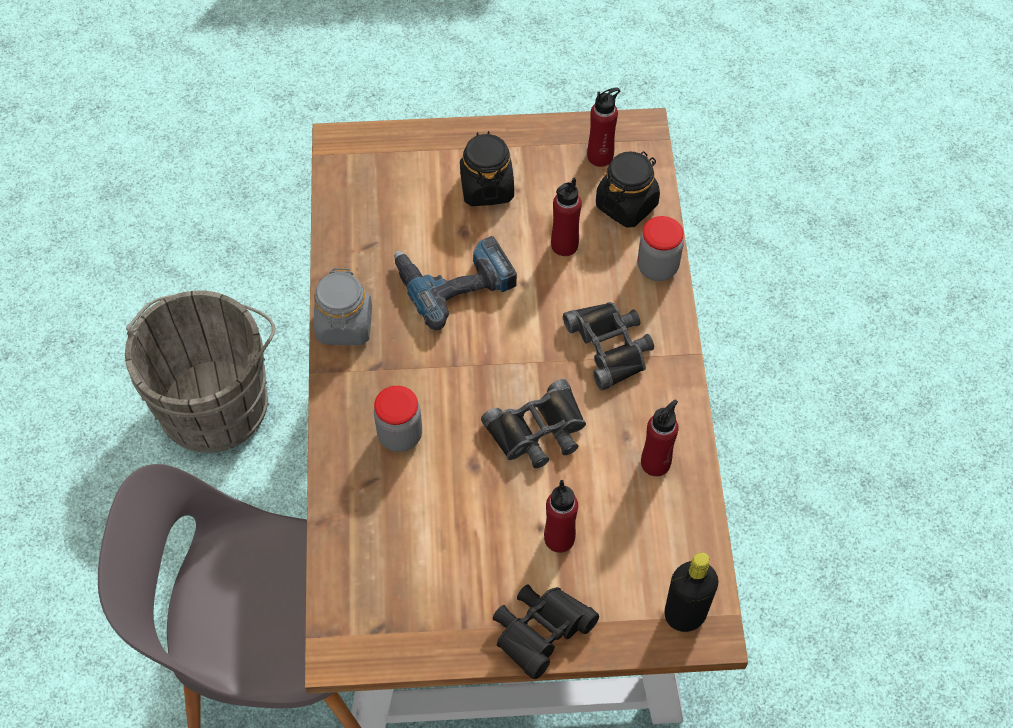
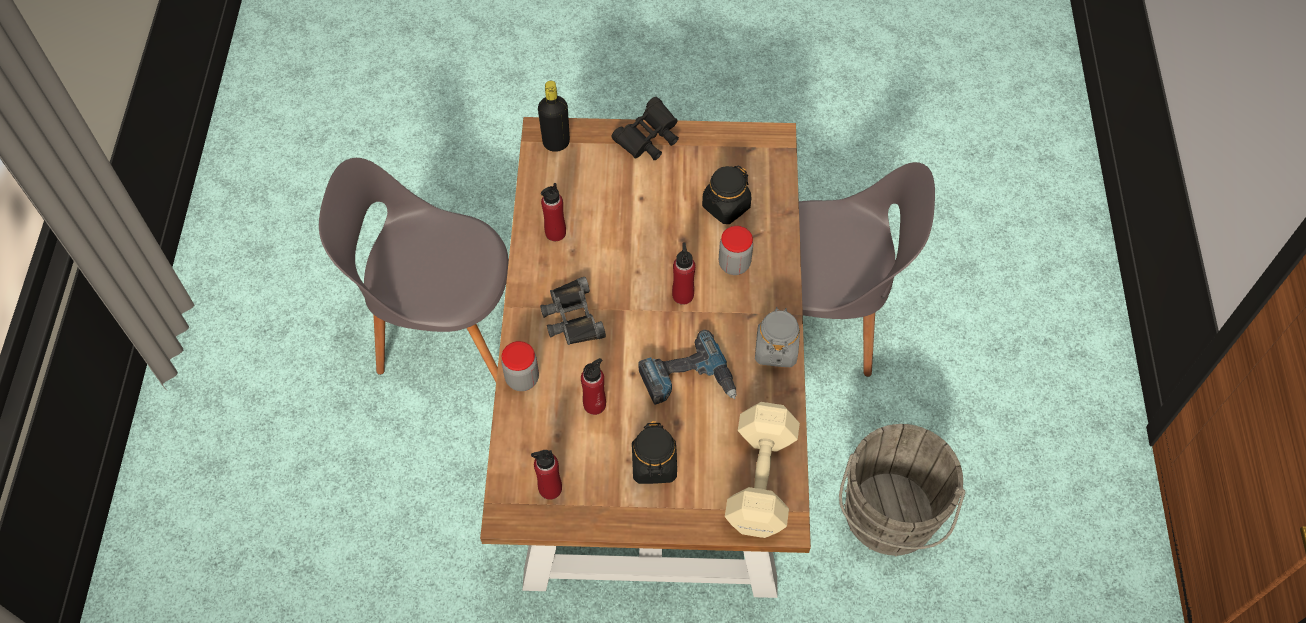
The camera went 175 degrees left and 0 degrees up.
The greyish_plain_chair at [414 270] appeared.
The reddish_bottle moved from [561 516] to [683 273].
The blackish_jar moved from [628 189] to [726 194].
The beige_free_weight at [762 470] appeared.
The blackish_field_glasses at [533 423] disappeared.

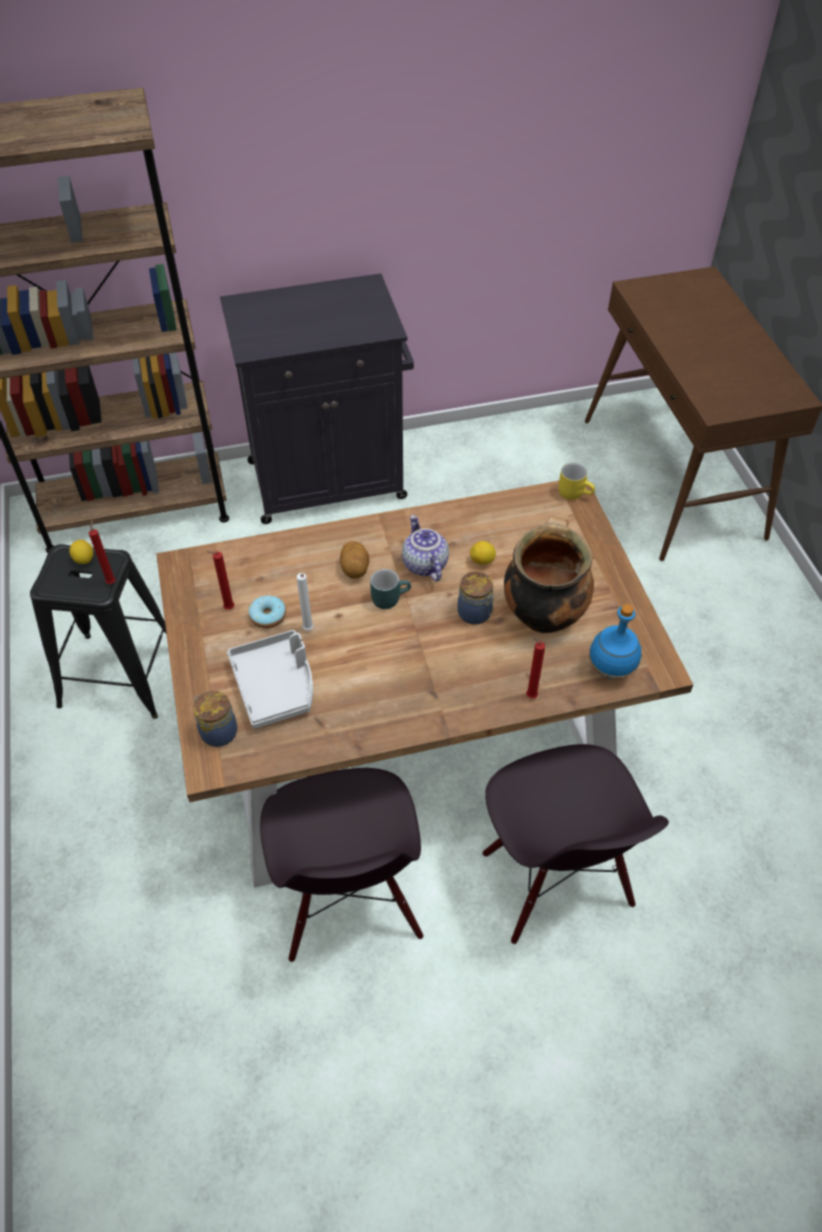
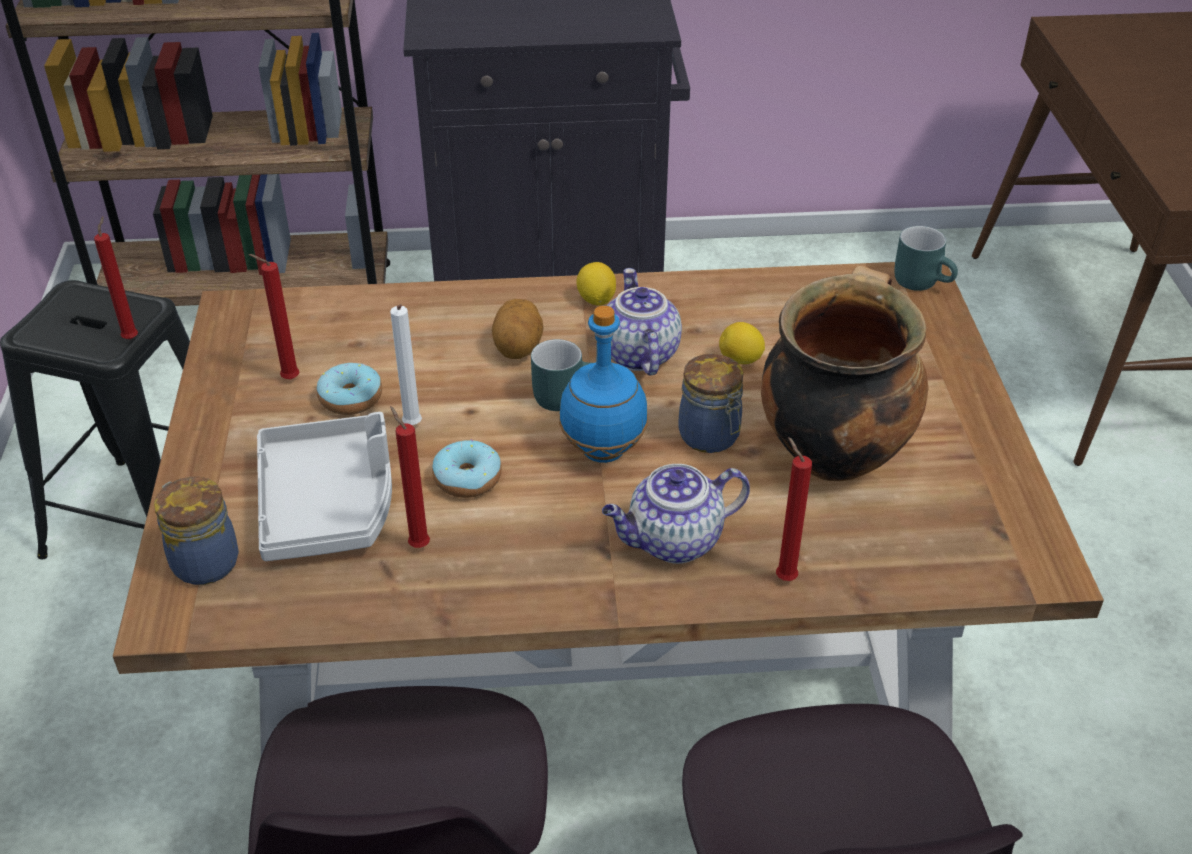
The camera went 10 degrees right and 10 degrees down.
The reddish_wax_candle at [410 477] appeared.
The ring_doughnut at [467 468] appeared.
The blue_bottle moved from [615 642] to [603 384].
The lemon moved from [81 552] to [596 284].
The tea_pot at [676 514] appeared.
The yellowish_coffee_mug at [577 481] became the blue-green_coffee_mug at [926 258].

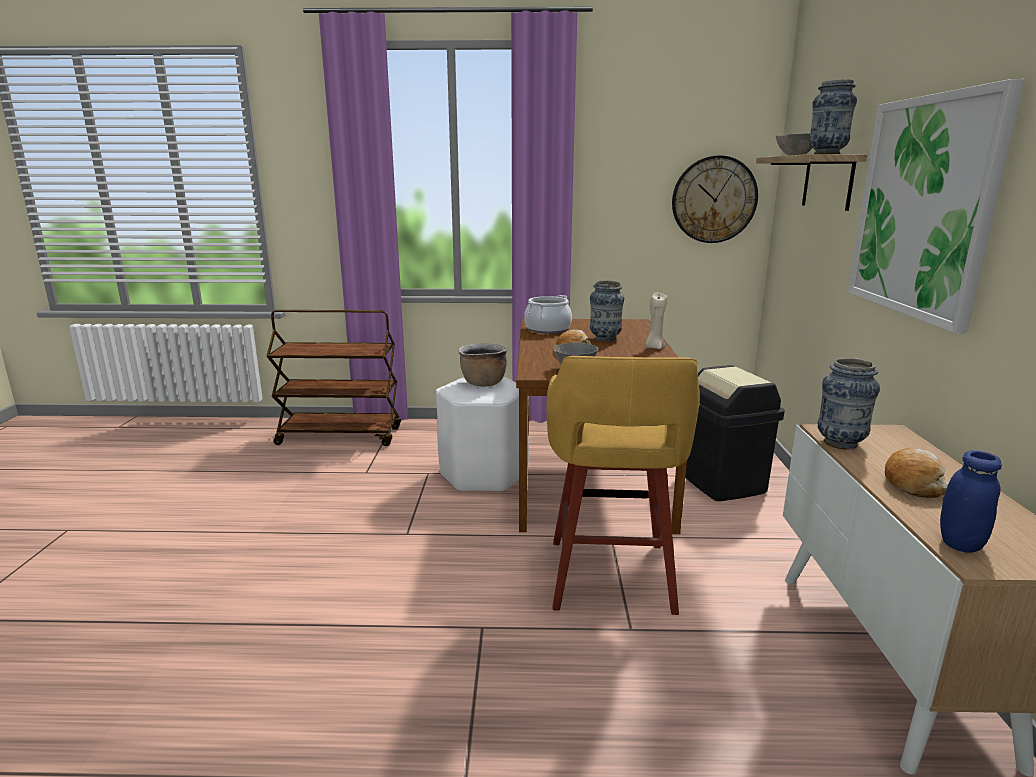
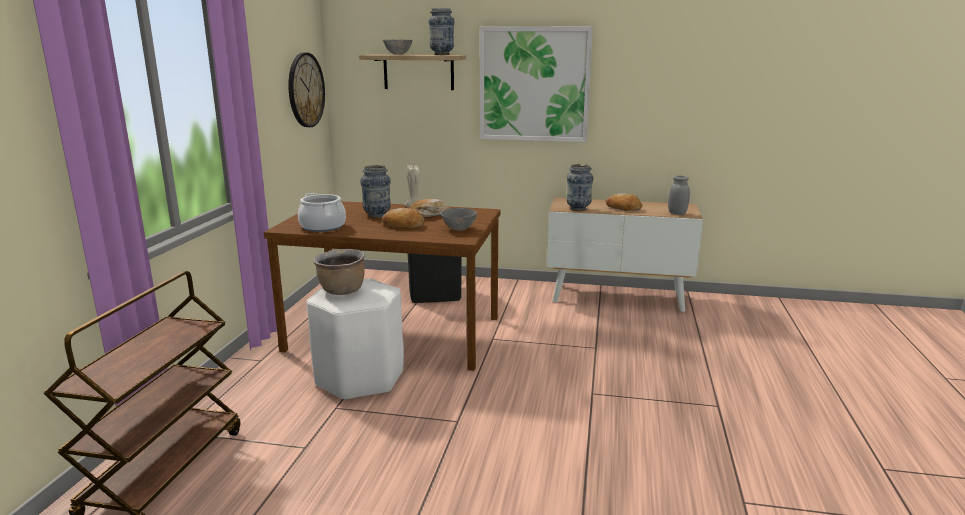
The camera went 80 degrees left and 0 degrees up.
The baked_bread at [430 208] appeared.
The blue_jar at [971 501] became the greyish_jar at [679 195].
The yellowish_sitting_stool at [623 485] disappeared.

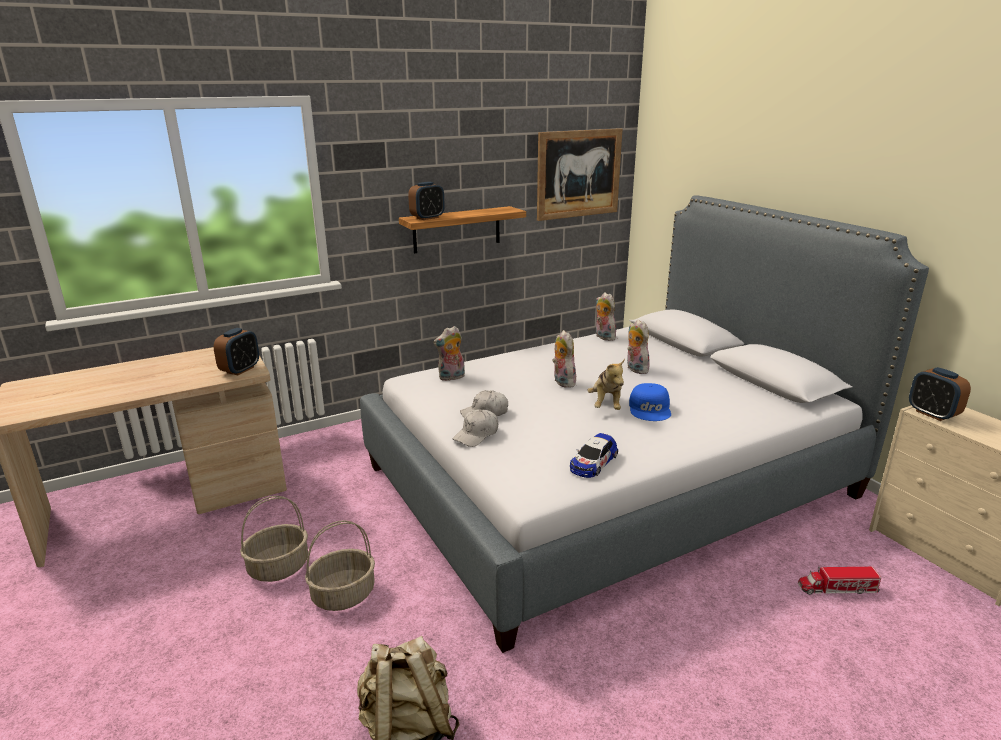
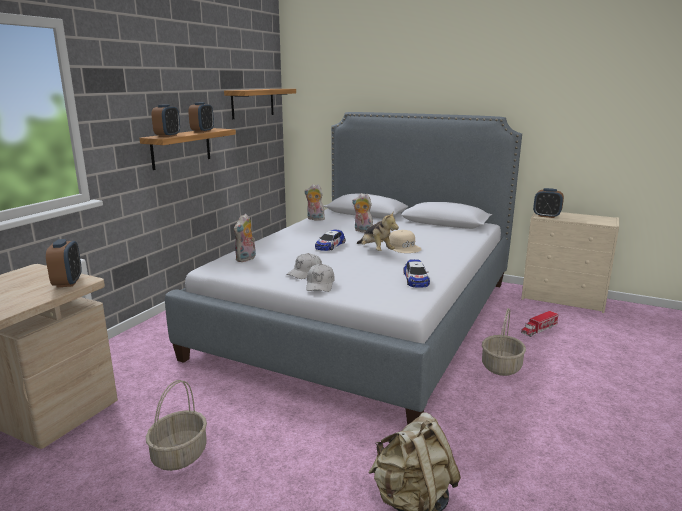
The camera went 35 degrees left and 5 degrees down.
The table_clock at [201 117] appeared.
The picture at [579 174] was replaced by the bracket_shelf at [260 104].
The cuddly_toy at [564 359] was replaced by the model_car at [330 240].
The blue_cap at [650 402] became the beige_cap at [405 241].
The storage_basket moved from [340 565] to [504 342].

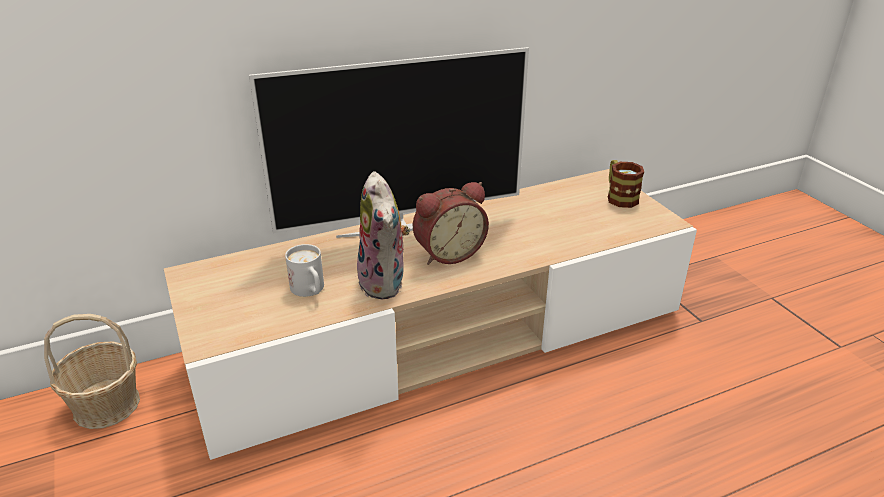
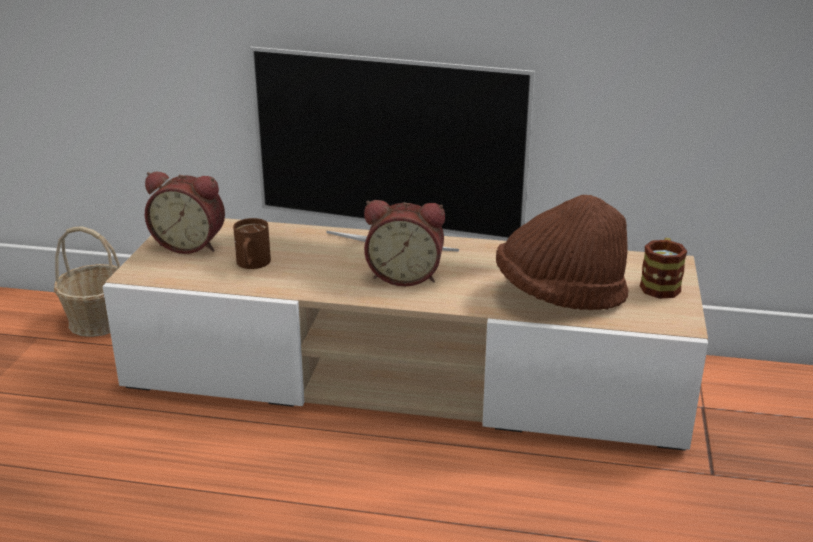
The camera went 35 degrees right and 5 degrees down.
The table_clock at [185 213] appeared.
The white-coloured_coffee_mug at [304 270] became the brownish_coffee_mug at [252 243].
The brownish_wearable_hat at [562 252] appeared.
The cuddly_toy at [383 235] disappeared.

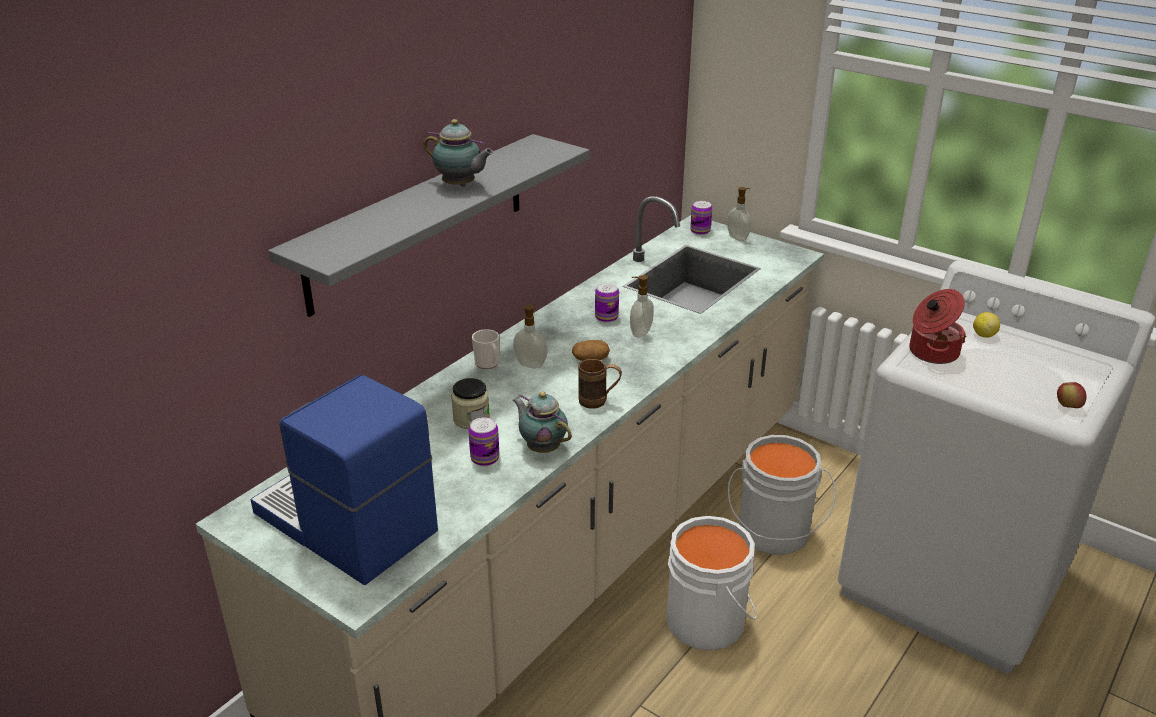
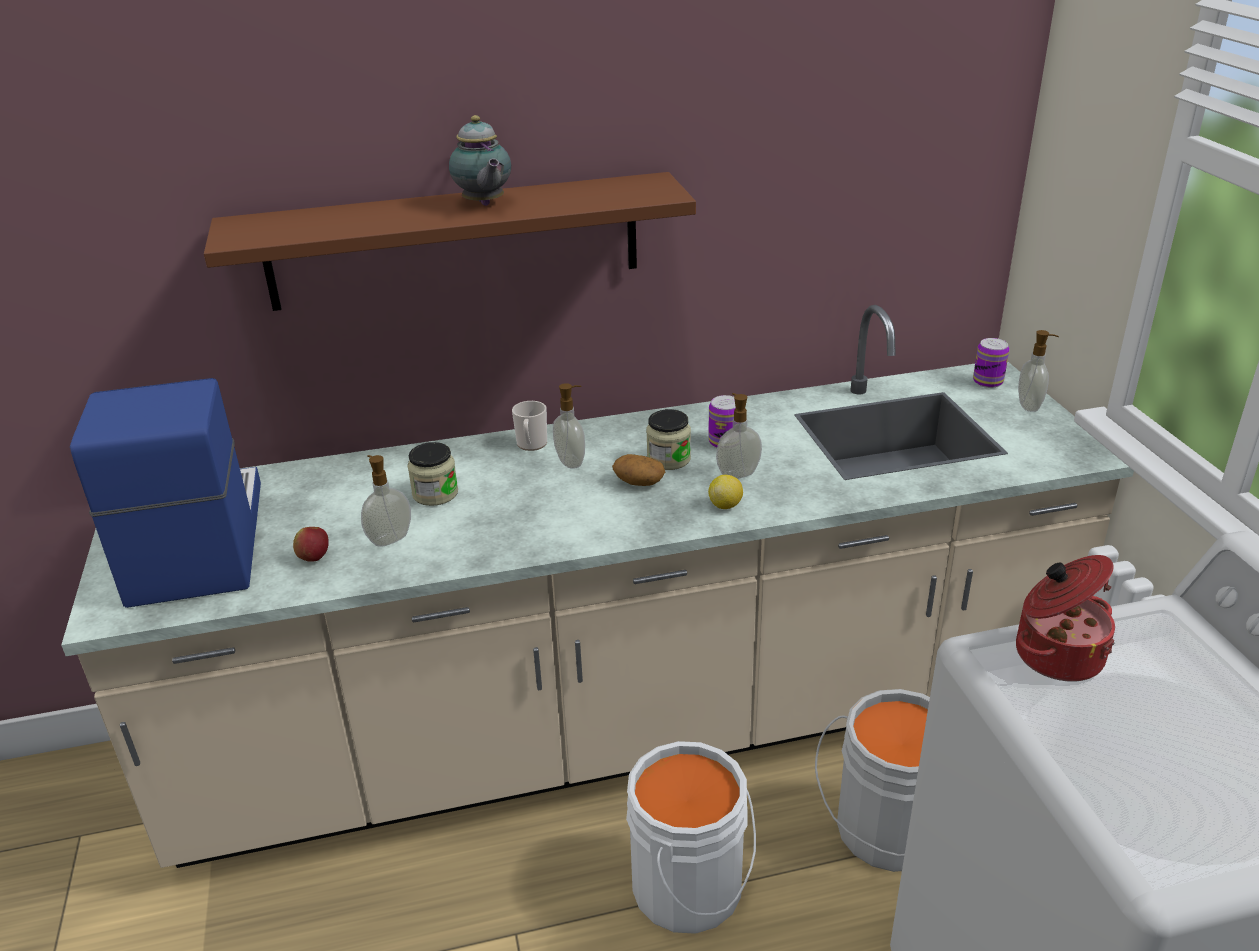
The camera went 40 degrees right and 0 degrees up.
The greyish_bracket_shelf at [429 225] became the brownish_bracket_shelf at [450 241].
The whole_apple moved from [1072 395] to [311 544].
The sealed_can at [483 441] was replaced by the liquid_soap_bottle at [386 501].
The jar at [668 439] appeared.
The lemon moved from [986 325] to [725 492].
The tea_pot at [542 422] disappeared.
The brownish_coffee_mug at [600 384] disappeared.

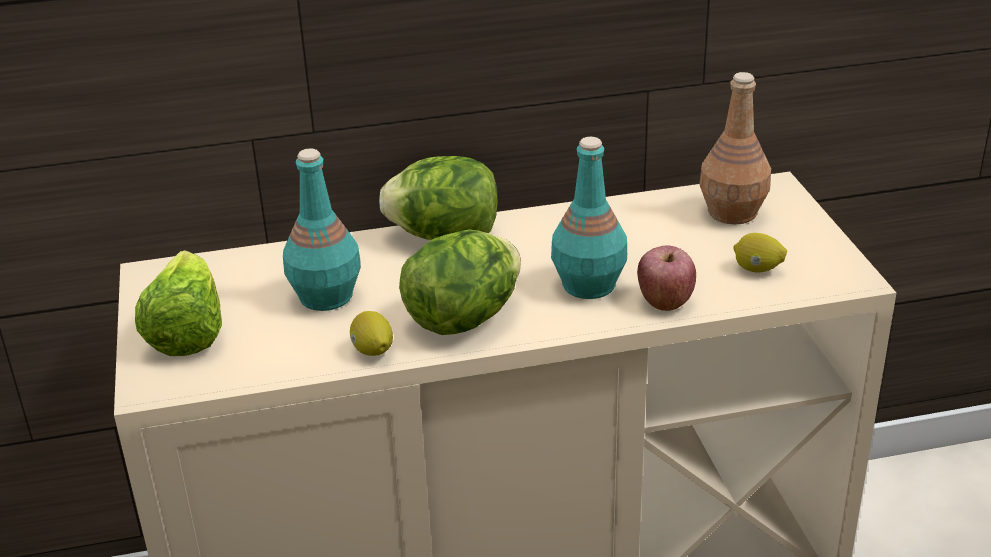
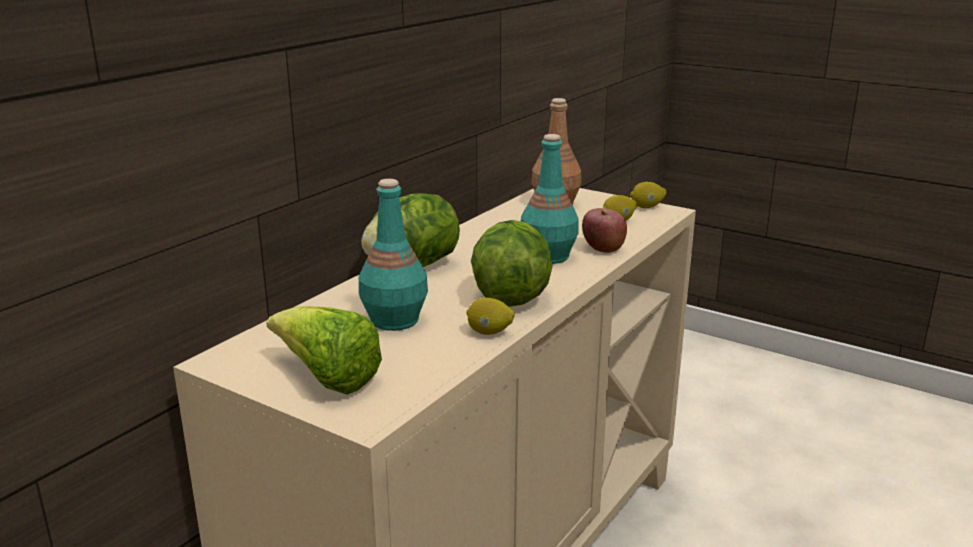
The camera went 45 degrees left and 10 degrees down.
The lemon at [648 195] appeared.

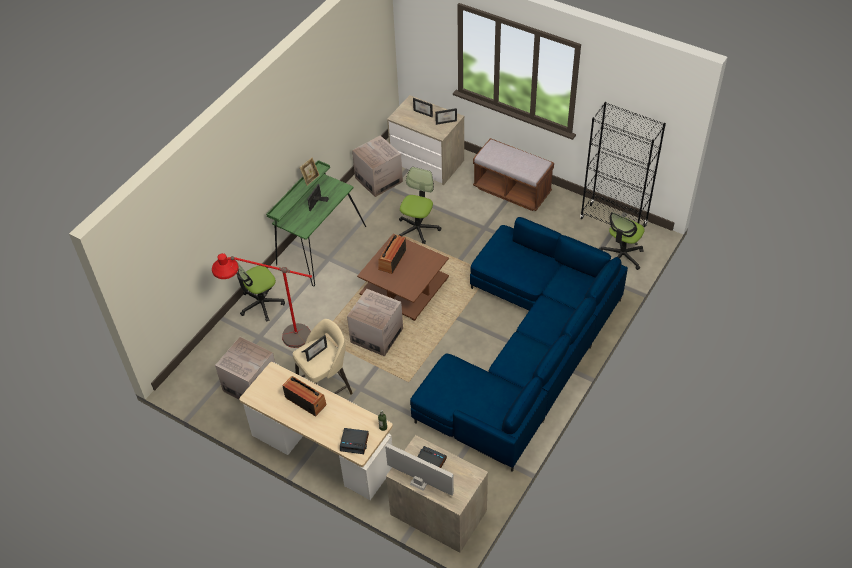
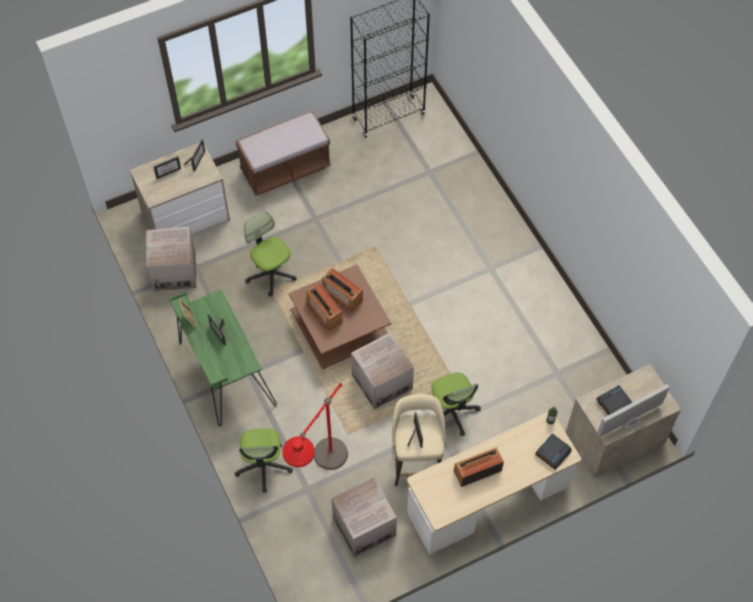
The camera went 60 degrees left and 10 degrees up.
The radio_receiver at [342 290] appeared.
The desk_chair moved from [621 241] to [456 404].
The blue_couch at [519 344] disappeared.

